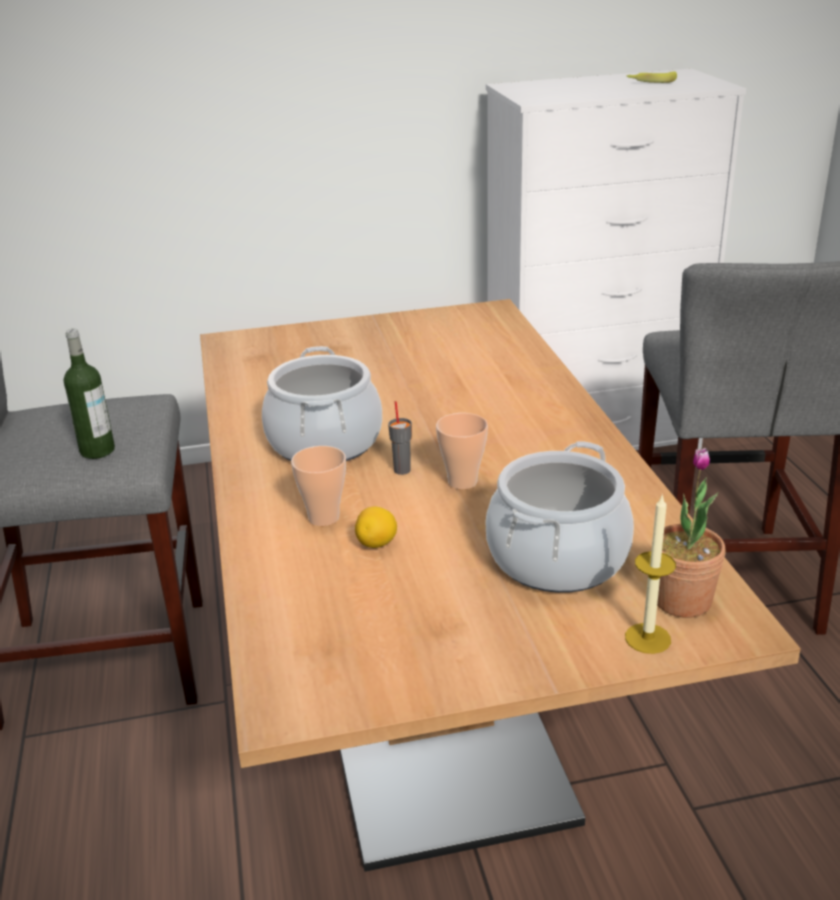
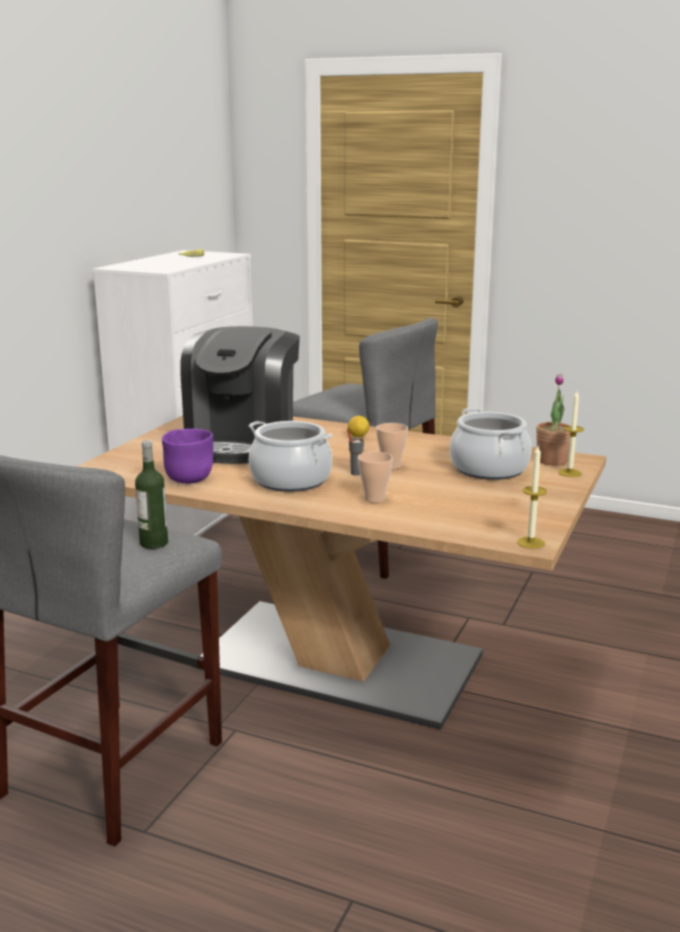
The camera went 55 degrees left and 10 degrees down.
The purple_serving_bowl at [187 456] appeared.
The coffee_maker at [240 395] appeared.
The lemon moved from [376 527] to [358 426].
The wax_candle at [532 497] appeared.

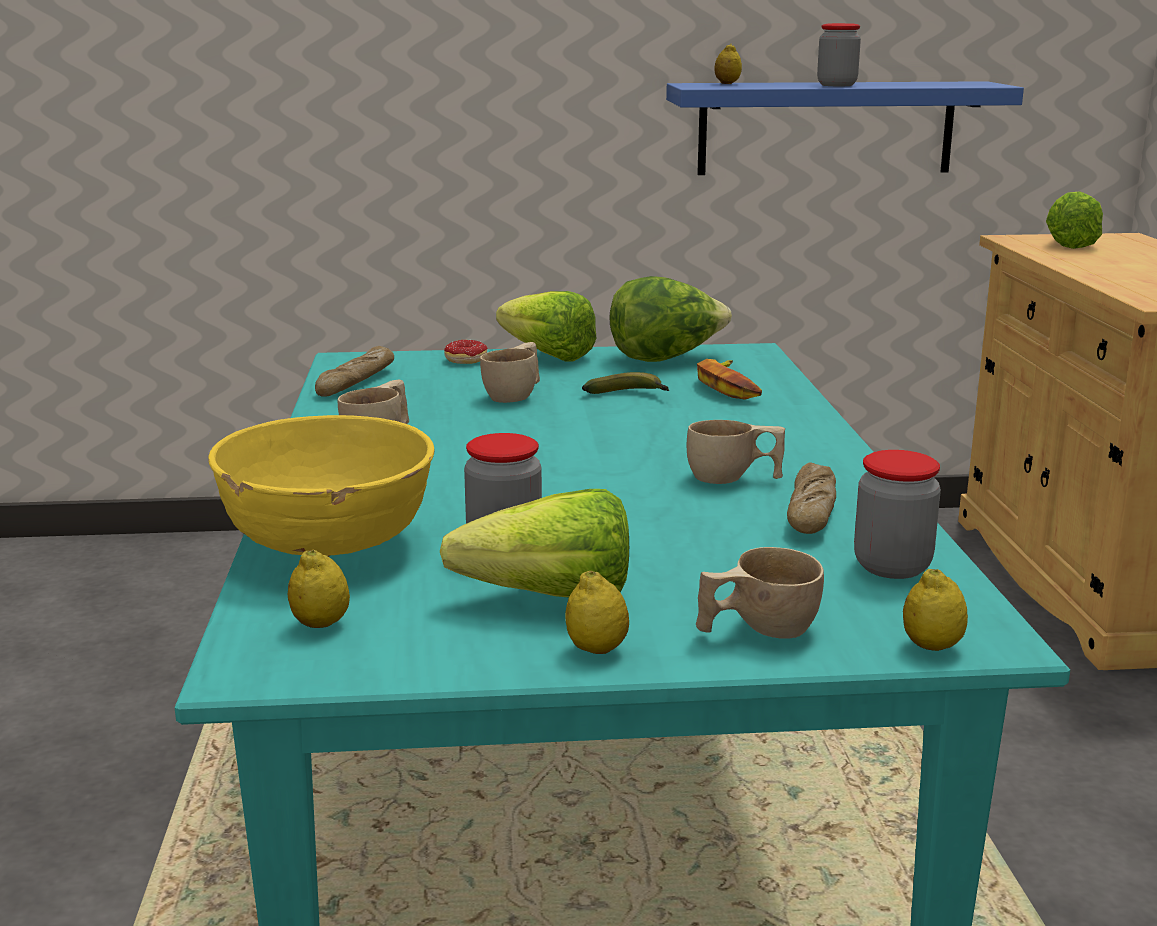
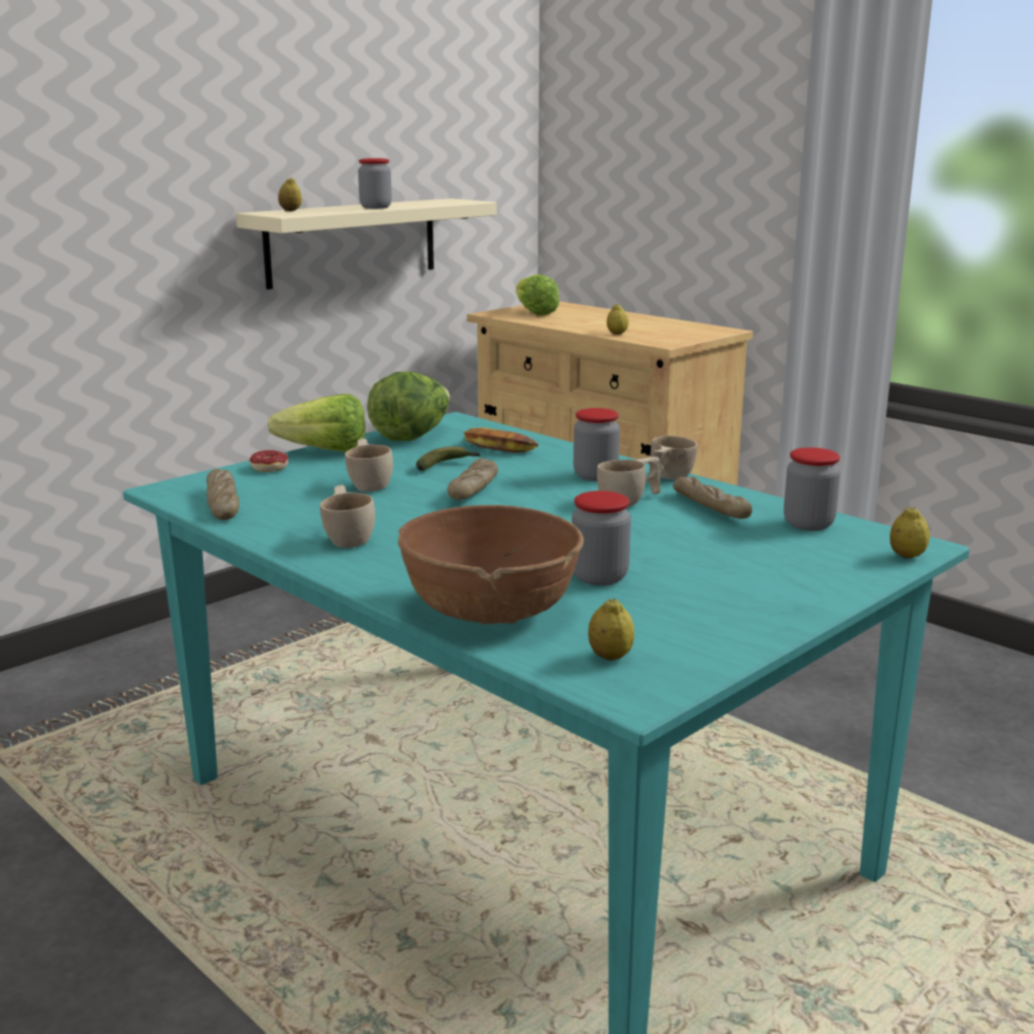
The camera went 40 degrees left and 0 degrees up.
The blue_bracket_shelf at [845 128] became the beige_bracket_shelf at [366 244].
The yellowish_serving_bowl at [321 486] became the brownish_serving_bowl at [491 565].
The baked_bread at [472 479] appeared.
The jar at [596 444] appeared.
The lemon moved from [597 612] to [618 319].
The beige_small_cup moved from [760 593] to [672 460].
The head_of_lettuce at [534 543] disappeared.

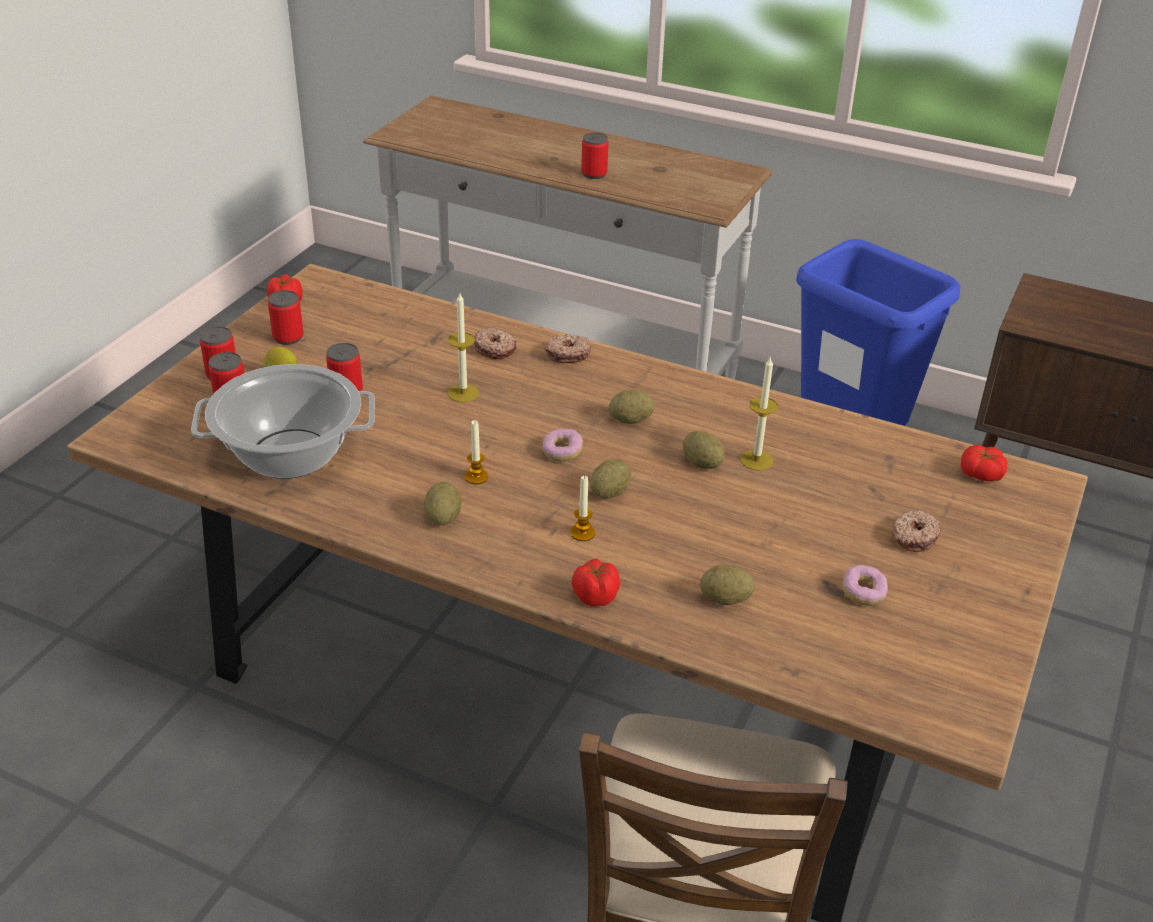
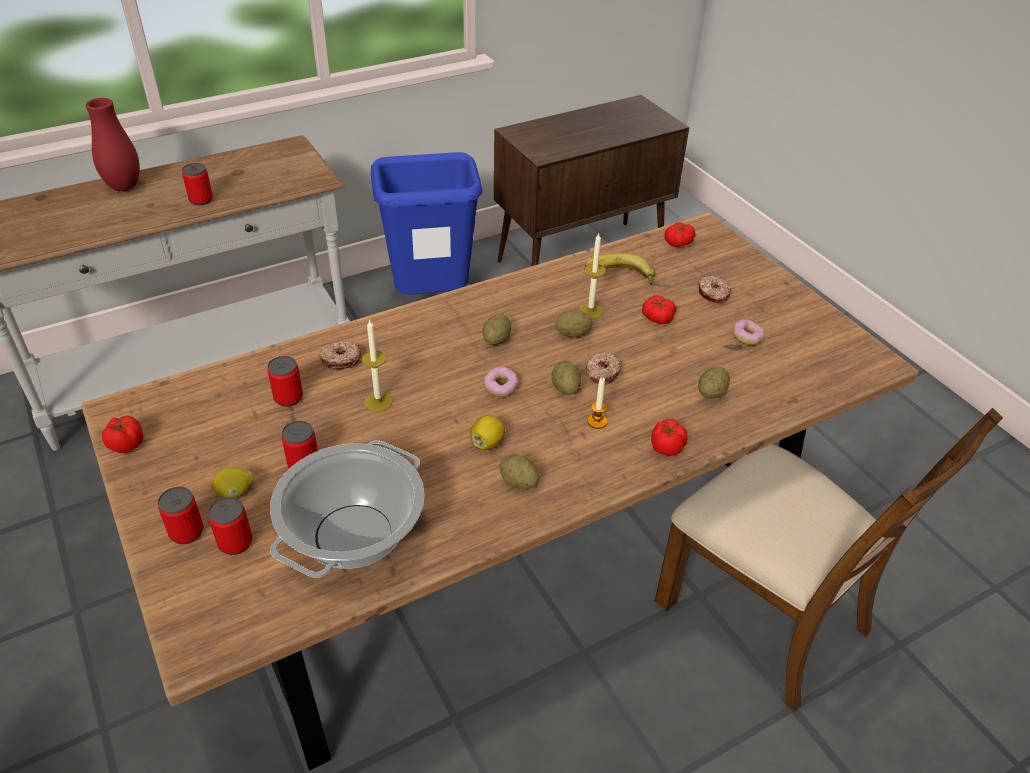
The camera went 55 degrees left and 5 degrees up.
The reddish_flower_vase at [113 144] appeared.
The sealed_can moved from [286 317] to [285 381].
The wax_candle at [476 452] was replaced by the lemon at [487 432].
The banana at [620 269] appeared.
The ring_doughnut moved from [568 348] to [604 368].
The tomato at [659 309] appeared.

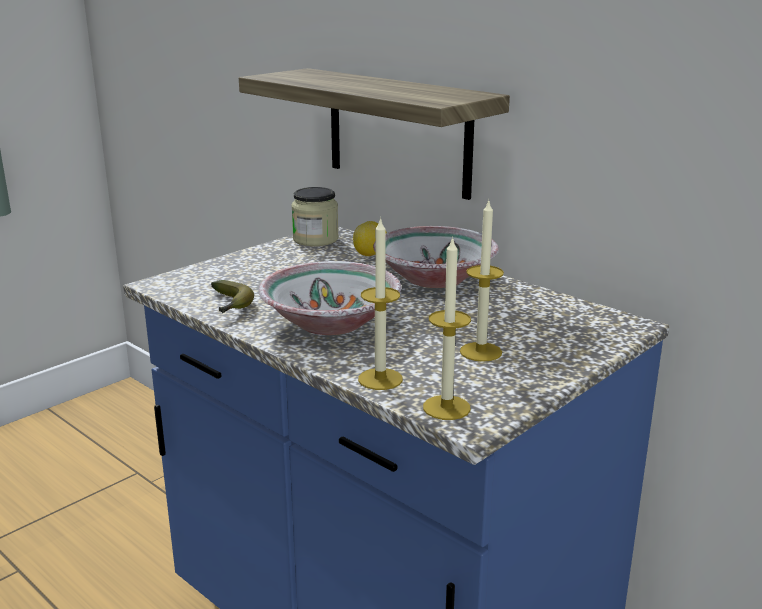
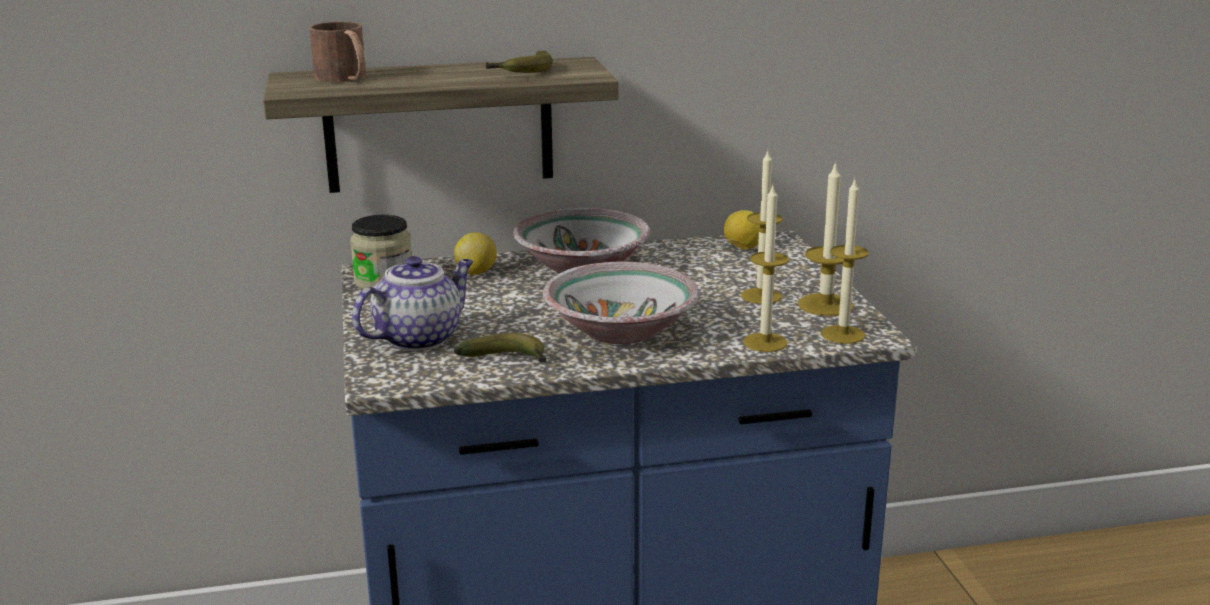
The camera went 55 degrees left and 0 degrees up.
The brownish_coffee_mug at [338 52] appeared.
The tea_pot at [413 303] appeared.
The banana at [519 62] appeared.
The lemon at [741 230] appeared.
The wax_candle at [826 238] appeared.

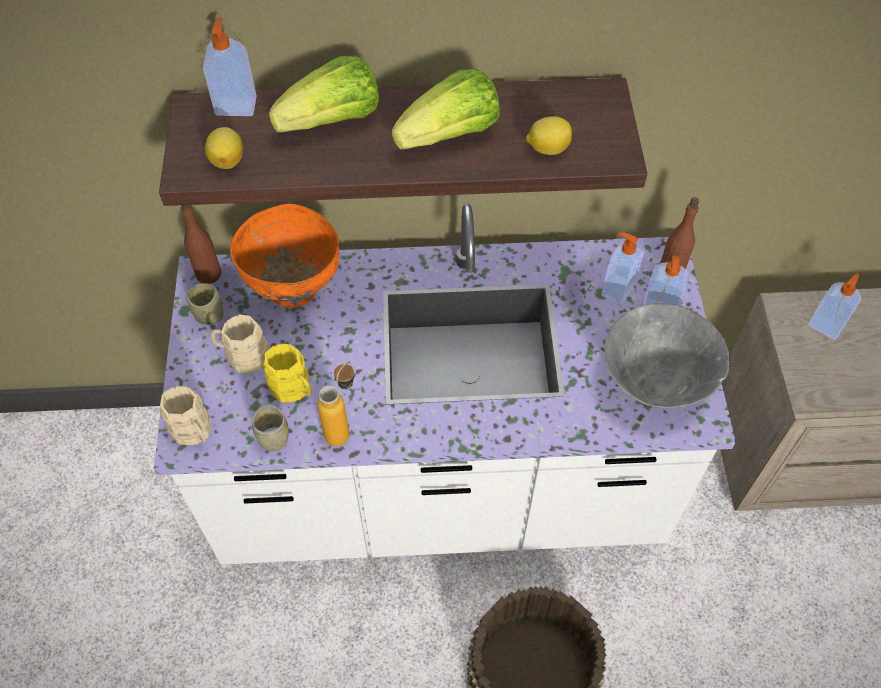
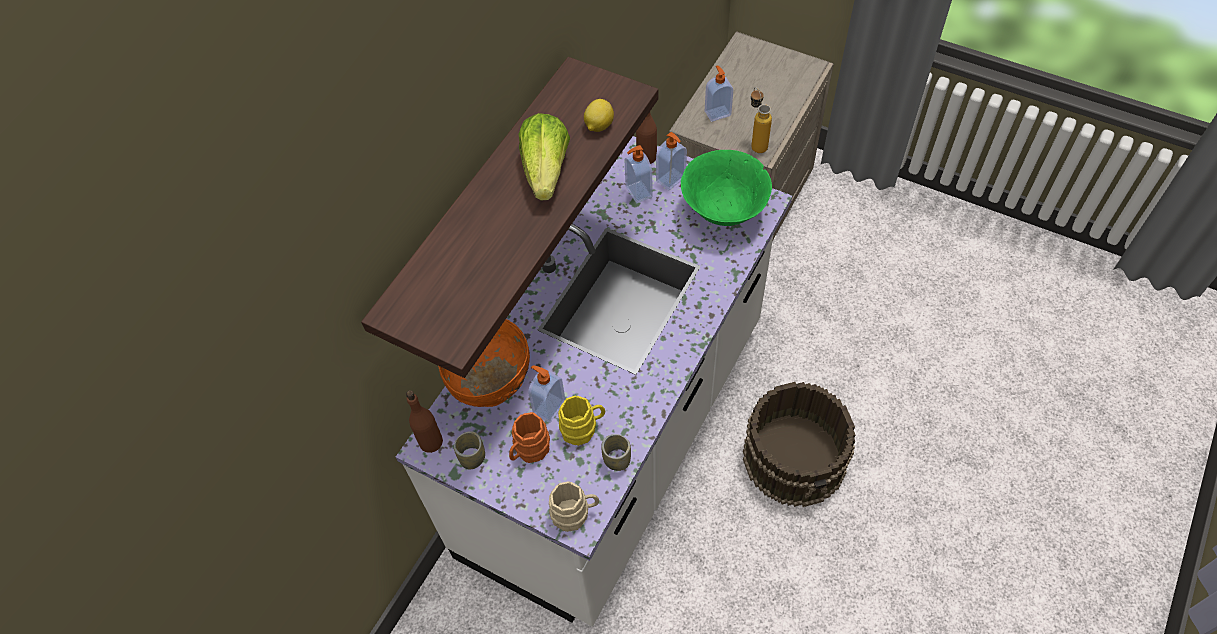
The camera went 55 degrees left and 0 degrees up.
The beige_coffee_mug at [239 344] became the orange-coloured_coffee_mug at [529 437].
The liquid_soap_bottle moved from [230 66] to [546 394].
The greyish_serving_bowl at [667 355] became the green-coloured_serving_bowl at [726 188].
The bottle moved from [335 404] to [761 120].
The lemon at [224 148] disappeared.
The head_of_lettuce at [324 94] disappeared.

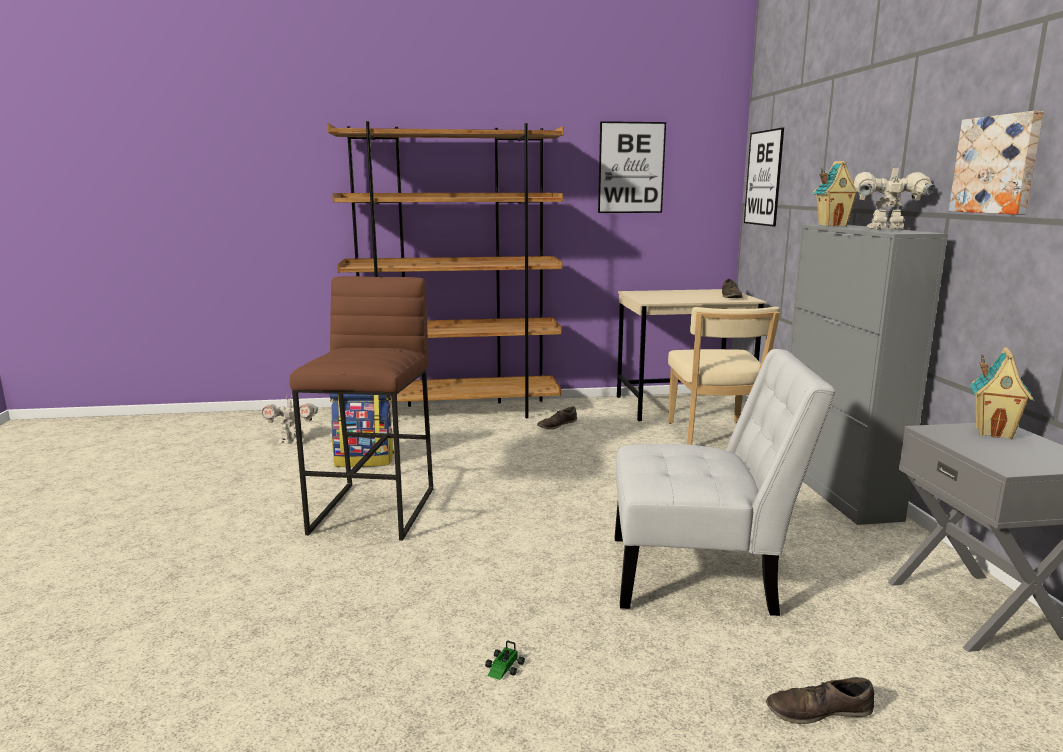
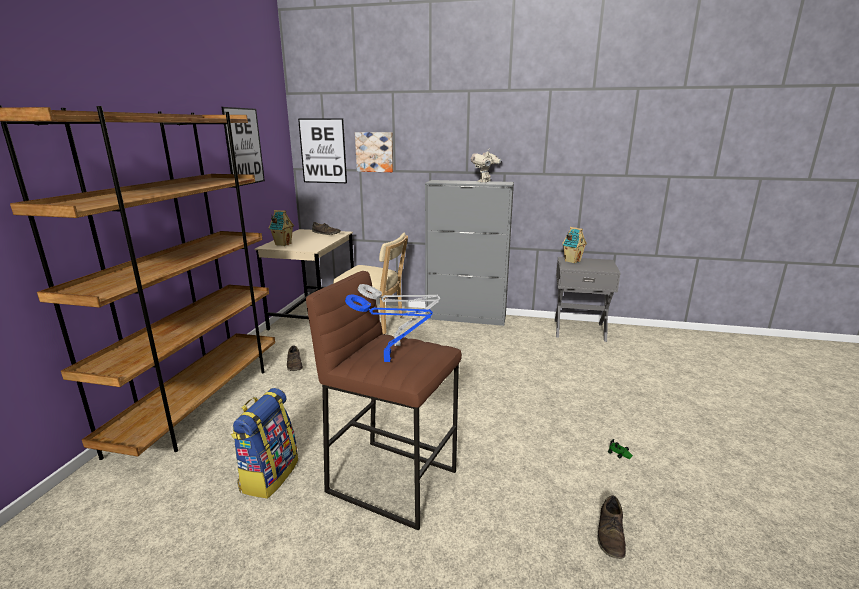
The camera went 70 degrees left and 5 degrees up.
The toy_house moved from [836 193] to [281 228].
The blue_tabletop_lamp at [389 328] appeared.
The picture moved from [996 163] to [374 152].
The greyish_tabletop_lamp at [399 315] appeared.
The brownish_shoe moved from [820 700] to [612 527].
The robot_figure at [289 419] disappeared.
The white-coloured_plain_chair at [725 482] disappeared.

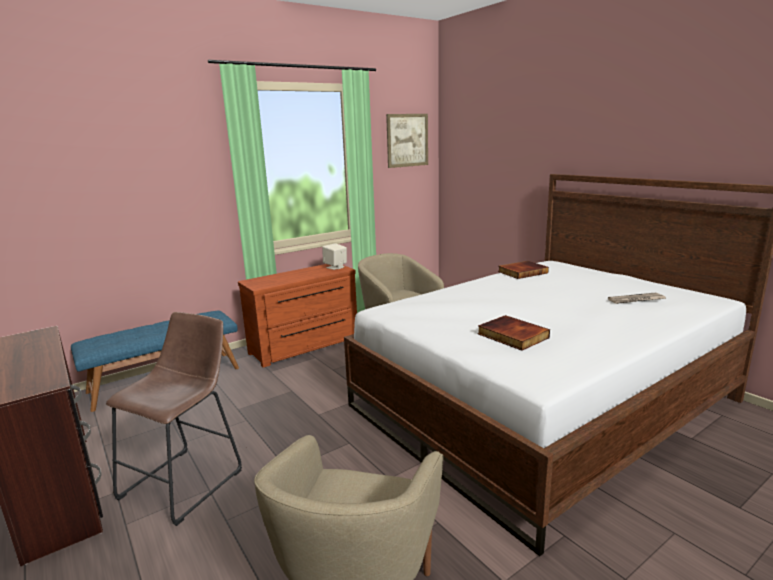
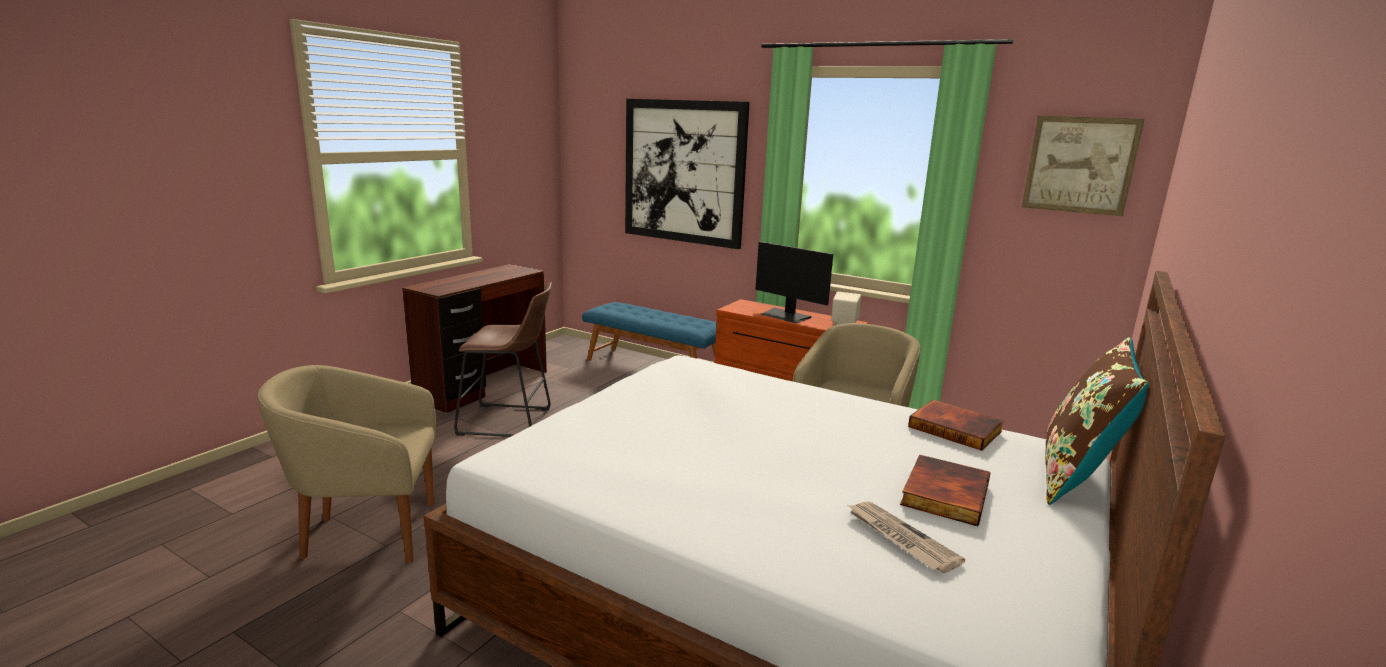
The camera went 65 degrees right and 0 degrees up.
The picture at [687 174] appeared.
The computer_display at [794 282] appeared.
The bound_book moved from [513 333] to [945 490].
The brownish_cushion at [1097 421] appeared.

